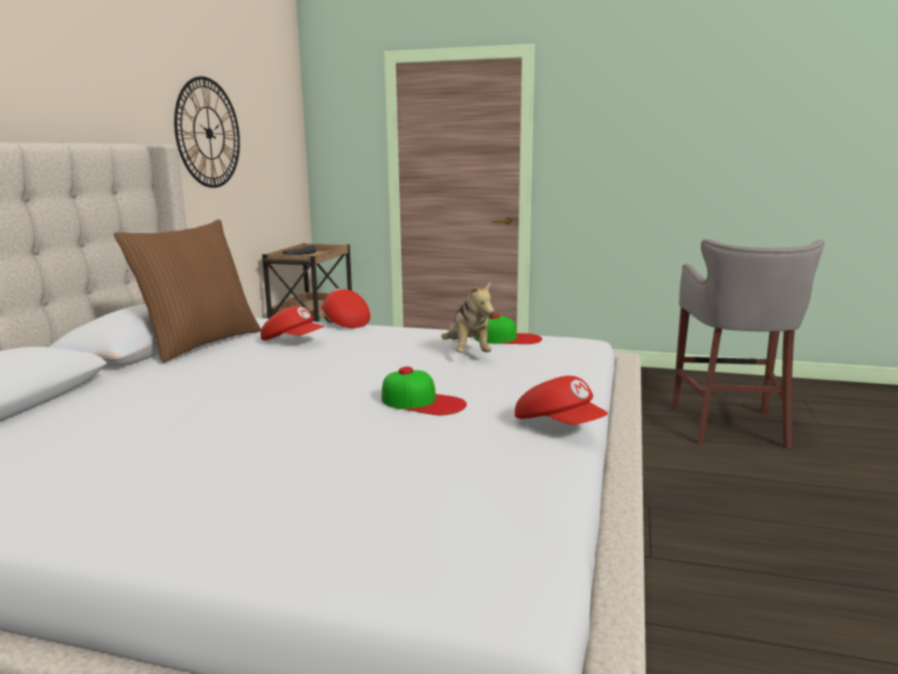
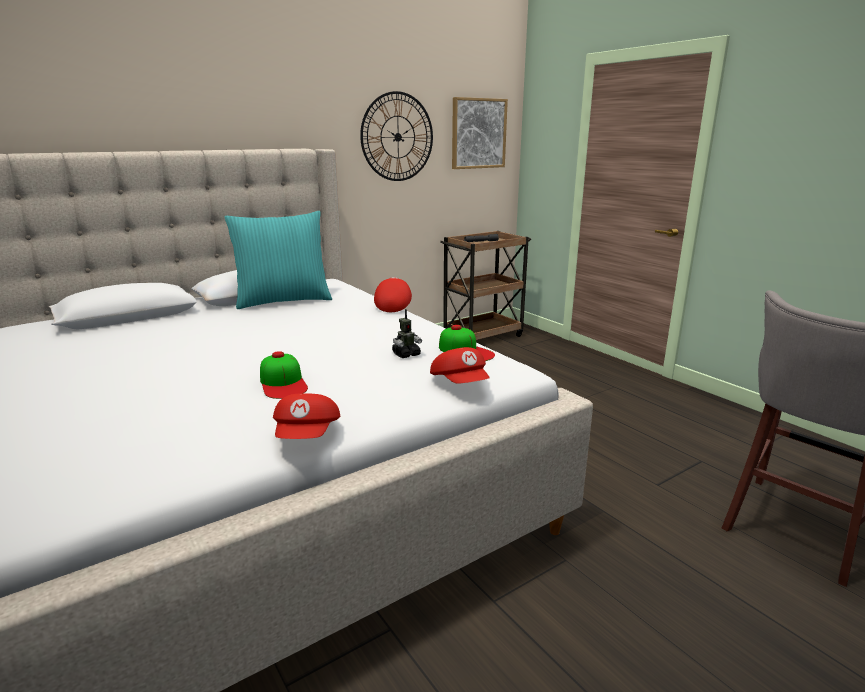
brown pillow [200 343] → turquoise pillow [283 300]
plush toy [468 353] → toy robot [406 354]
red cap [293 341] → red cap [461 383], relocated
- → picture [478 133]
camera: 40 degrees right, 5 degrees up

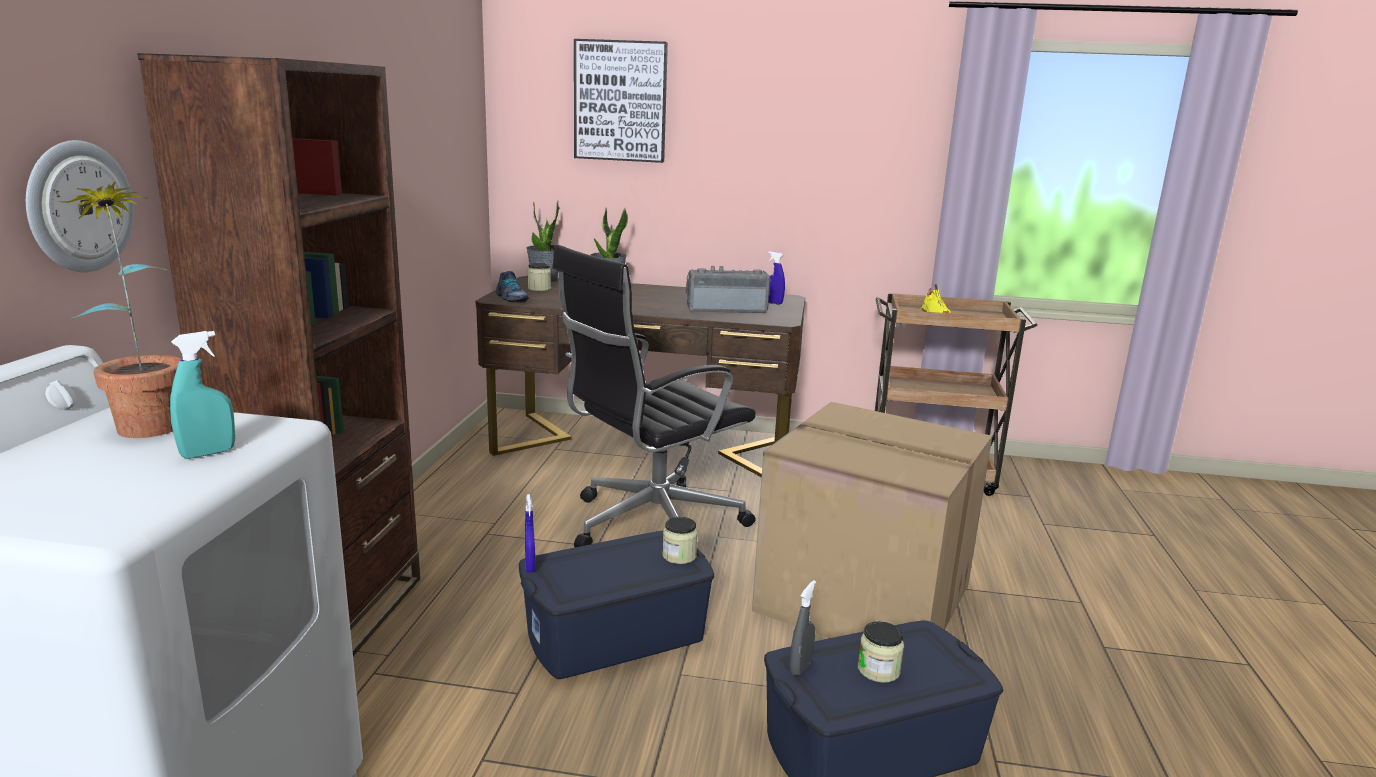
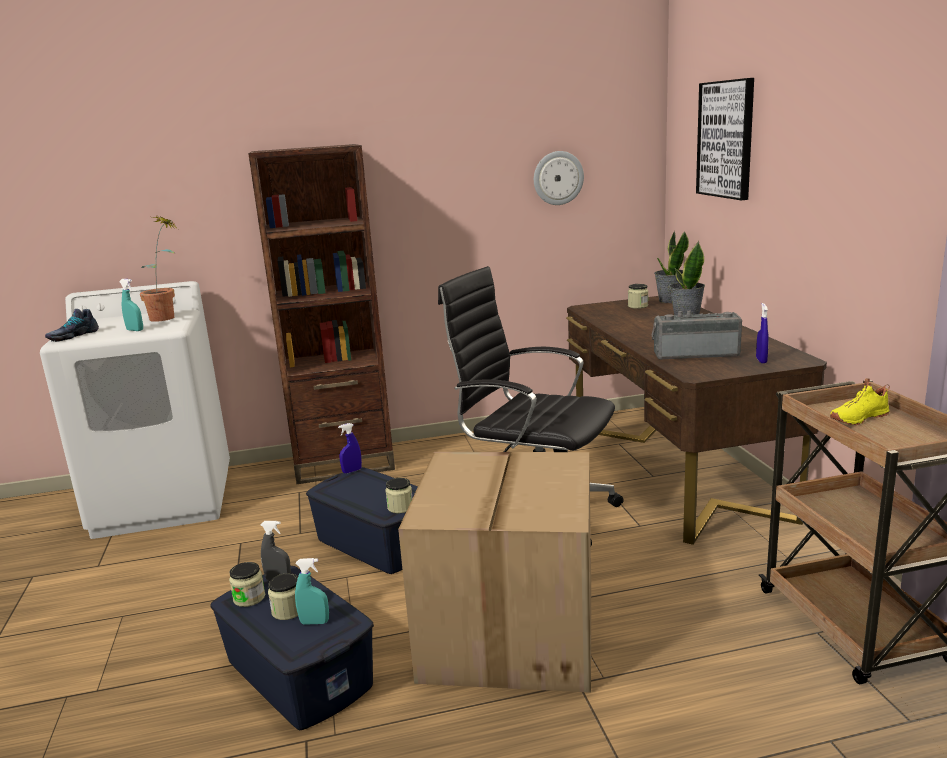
wall clock [79 207] → wall clock [558 178], relocated
radio [726 309] → radio [695 354], 60 degrees counterclockwise
shoe [511 298] → shoe [72 336], relocated
- → turquoise spray bottle [314 622]
- → jar [249 598]
camera: 70 degrees right, 0 degrees up

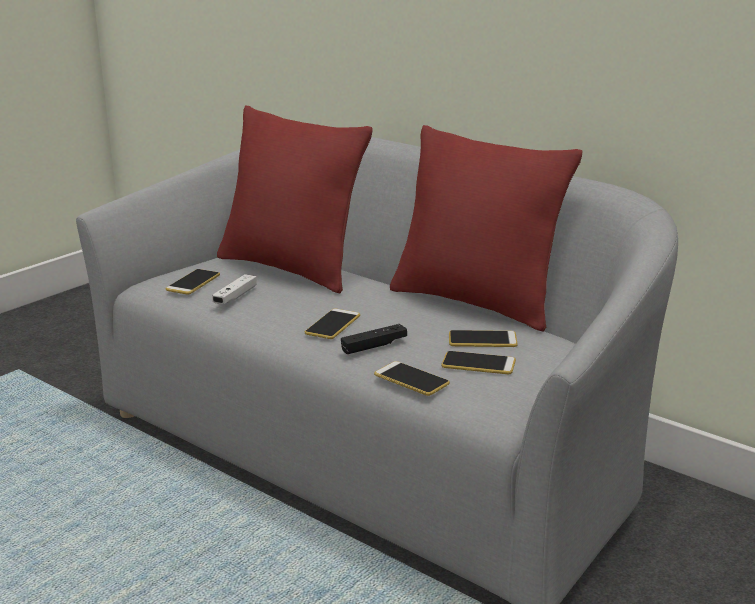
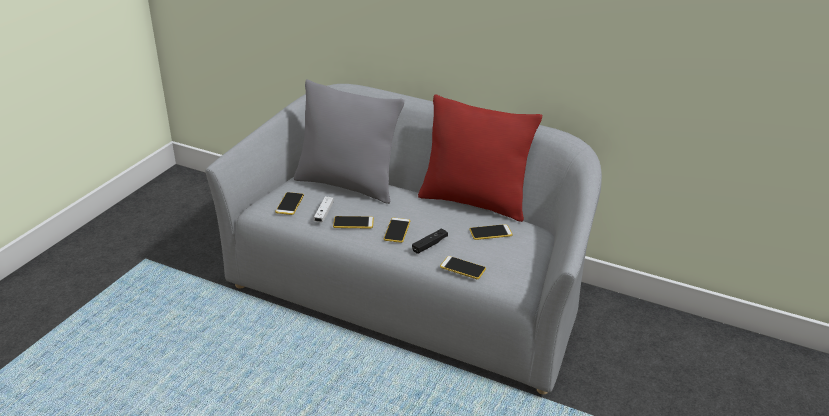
red pillow [291 268] → grey pillow [347 185]
phone [478 364] → phone [353 223], relocated
camera: 15 degrees left, 10 degrees up

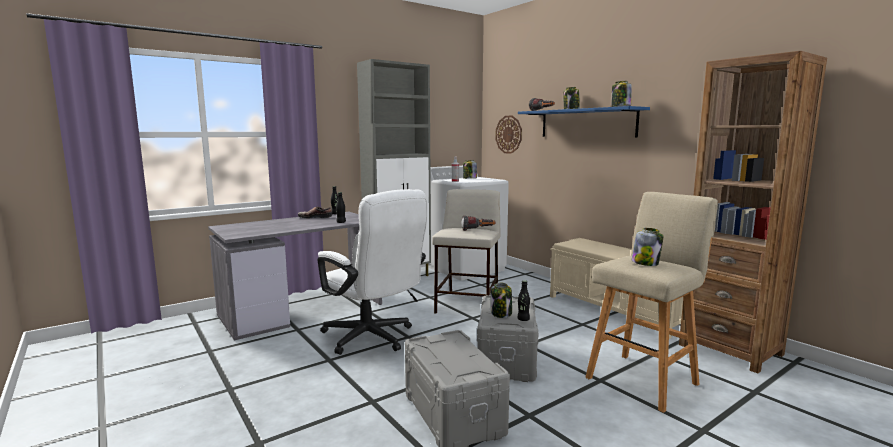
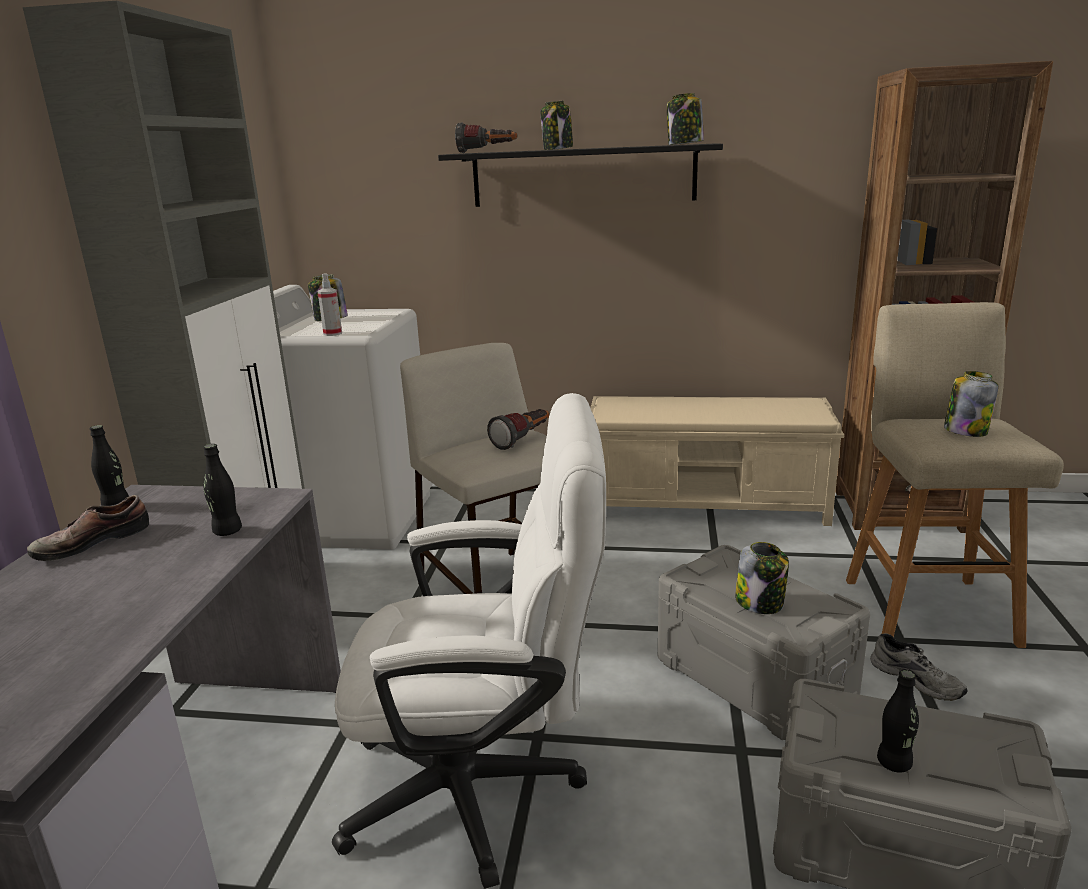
blue shelf [586 123] → black shelf [583 176]
wall clock [508 134] → -
black bottle [523 319] → black bottle [894 763], relocated
- → grey shoe [917 679]
camera: 45 degrees left, 10 degrees up

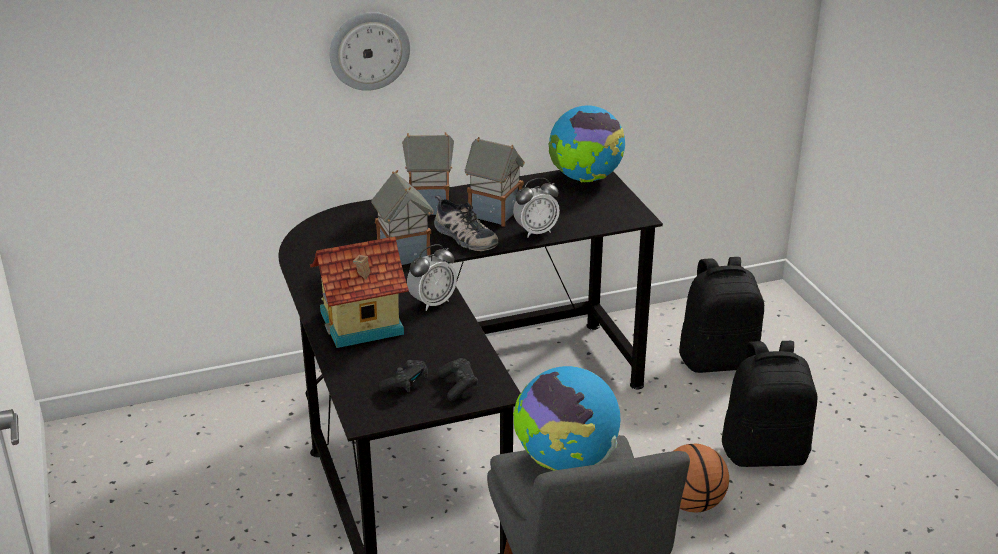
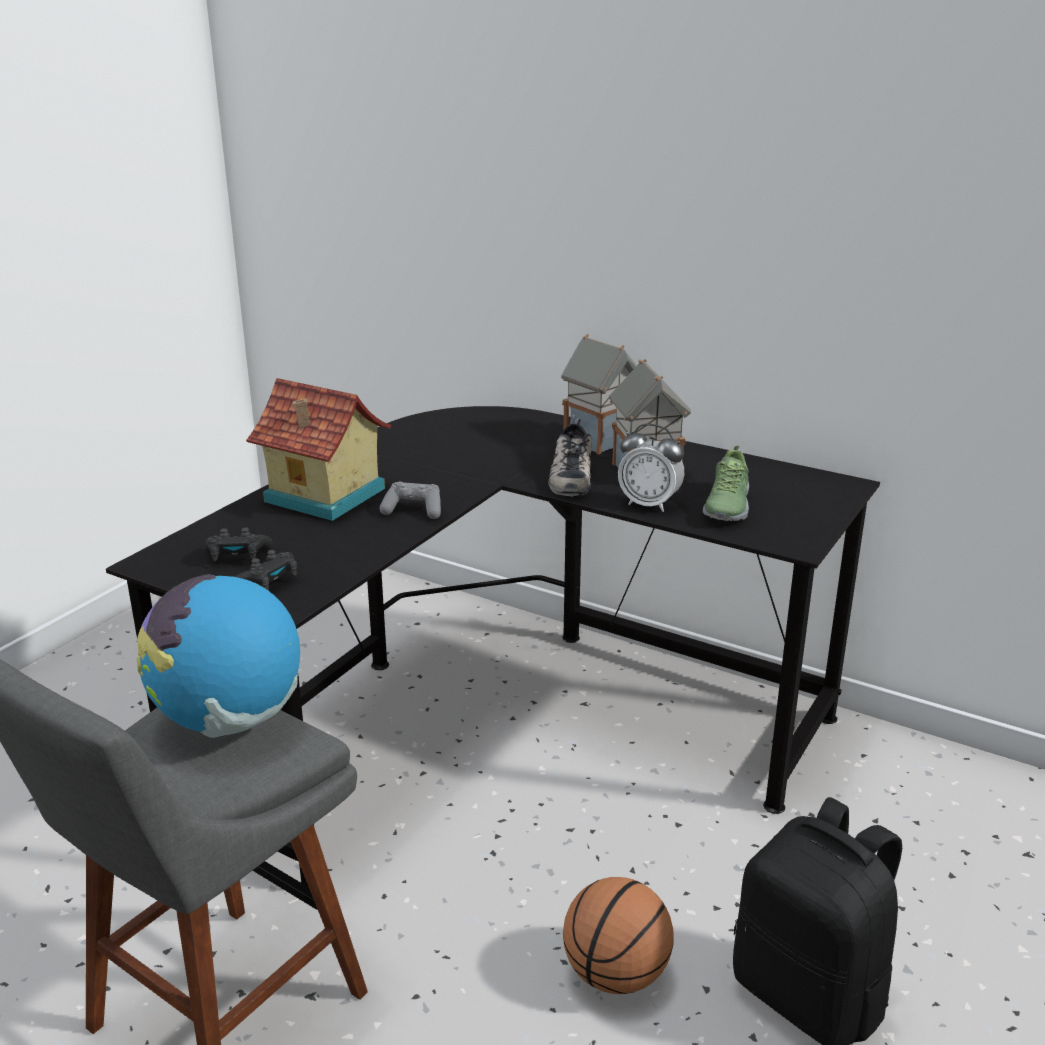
wall clock [369 50] → -
globe [585 178] → -
toy house [404 255] → -
alarm clock [432 302] → grey game controller [413 510]
black backpack [718 360] → -
- → shoe [726 506]
camera: 50 degrees right, 5 degrees down

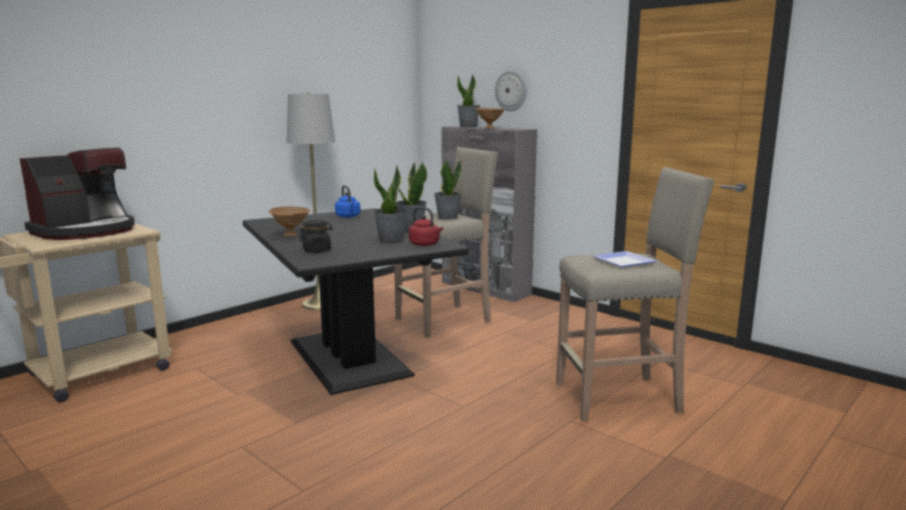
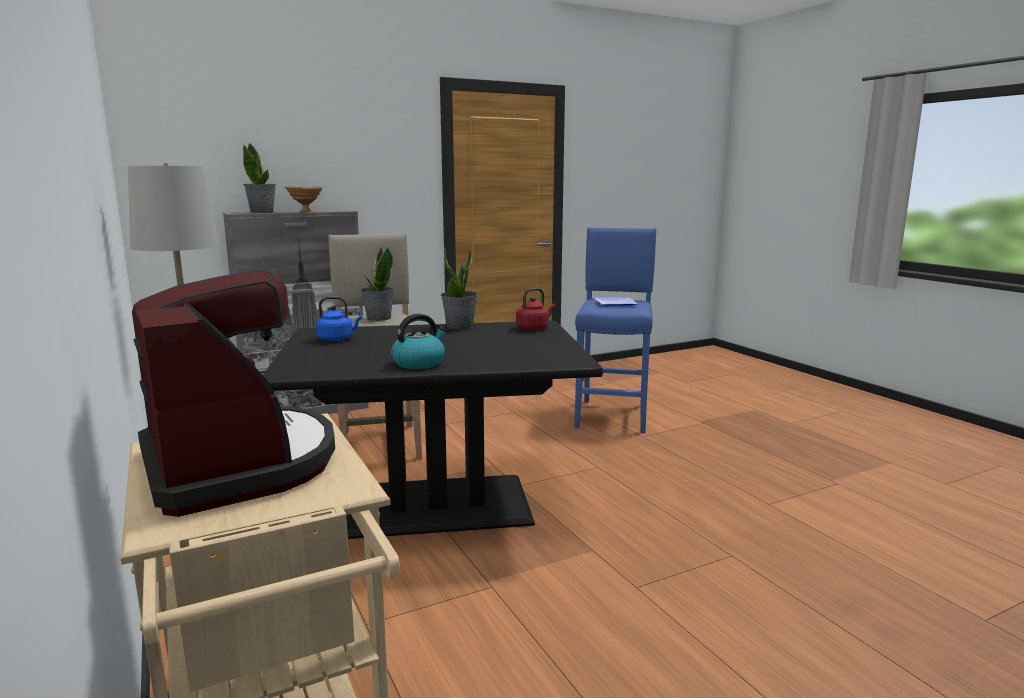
wall clock [511 90] → -
potted plant [391 240] → -
beige stool [620 398] → blue stool [612 415]
brown bowl [291 235] → kettle [419 363]
black jar [317 250] → -
camera: 70 degrees left, 0 degrees up

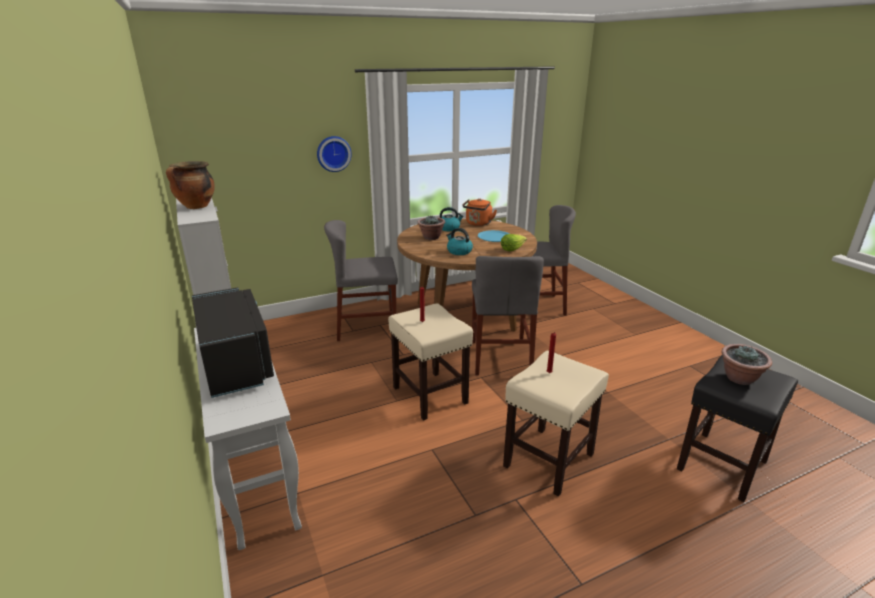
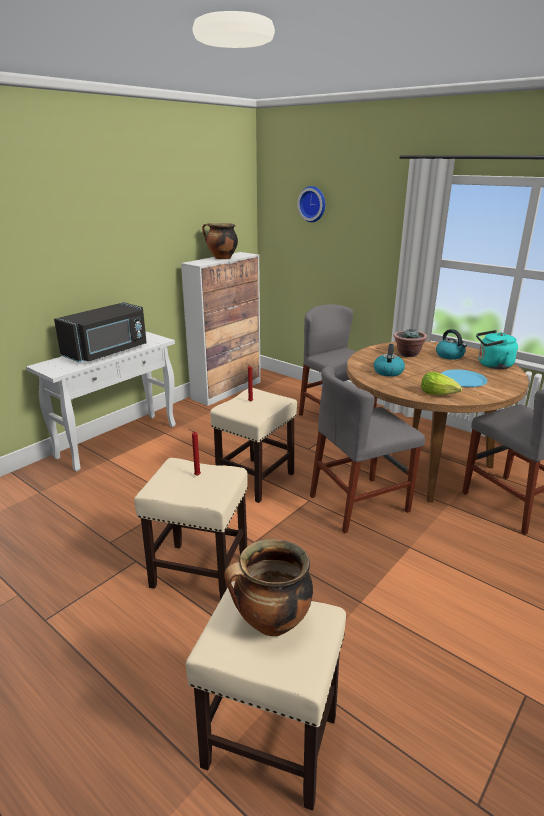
wall clock [333 153] → wall clock [313 204], relocated
orange kettle [478 224] → turquoise kettle [492 365]
potted plant [740 378] → cooking pot [271 623]
black stool [721 465] → beige stool [268 741]
camera: 65 degrees right, 0 degrees up

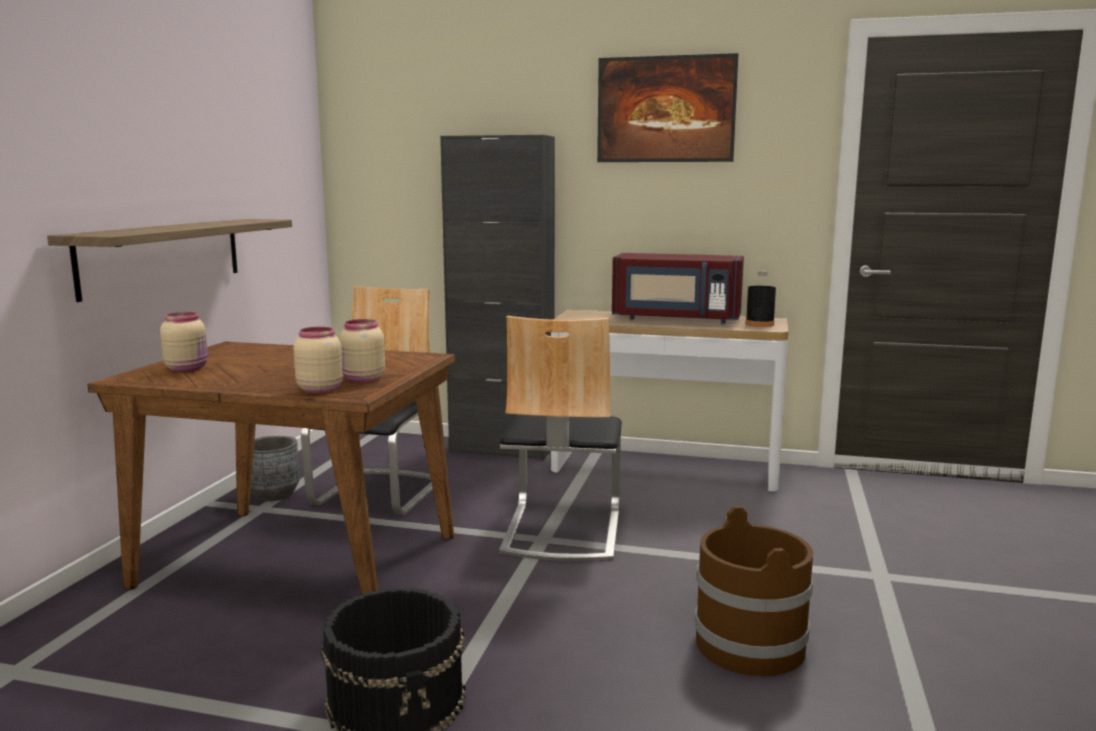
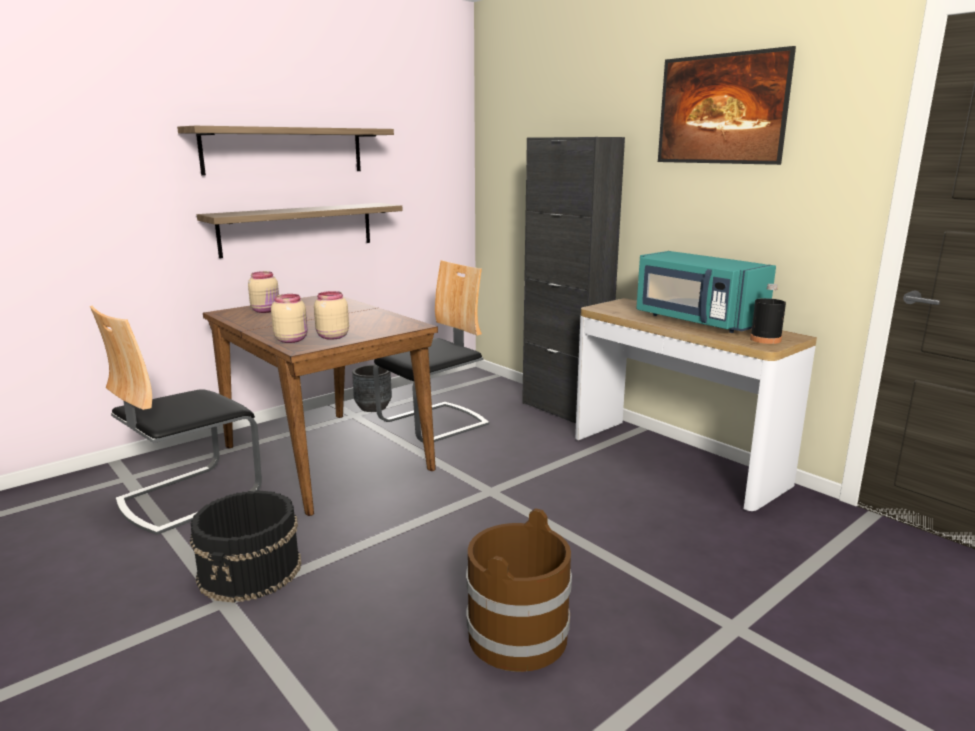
red microwave [676 319] → turquoise microwave [696 321]
chair [561 530] → chair [188 496], relocated
- → shelf [284 150]
camera: 35 degrees right, 5 degrees up

